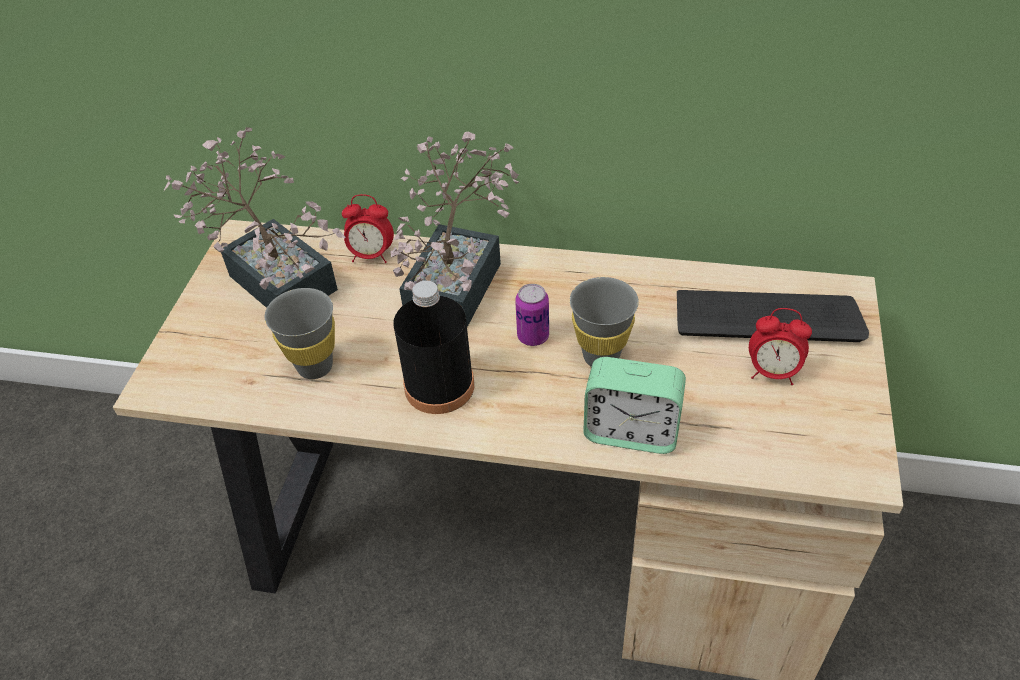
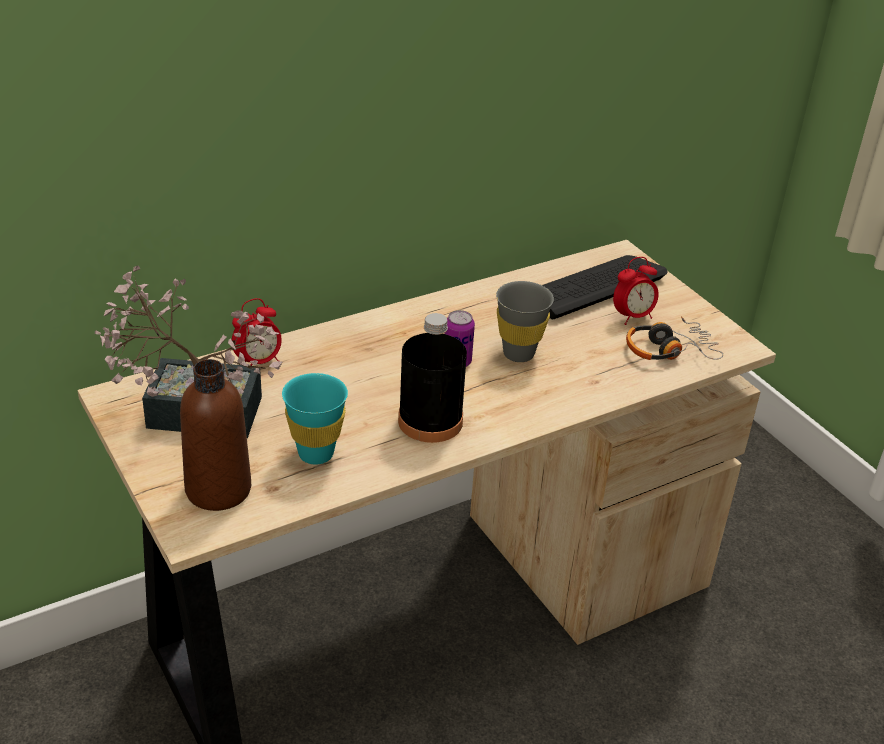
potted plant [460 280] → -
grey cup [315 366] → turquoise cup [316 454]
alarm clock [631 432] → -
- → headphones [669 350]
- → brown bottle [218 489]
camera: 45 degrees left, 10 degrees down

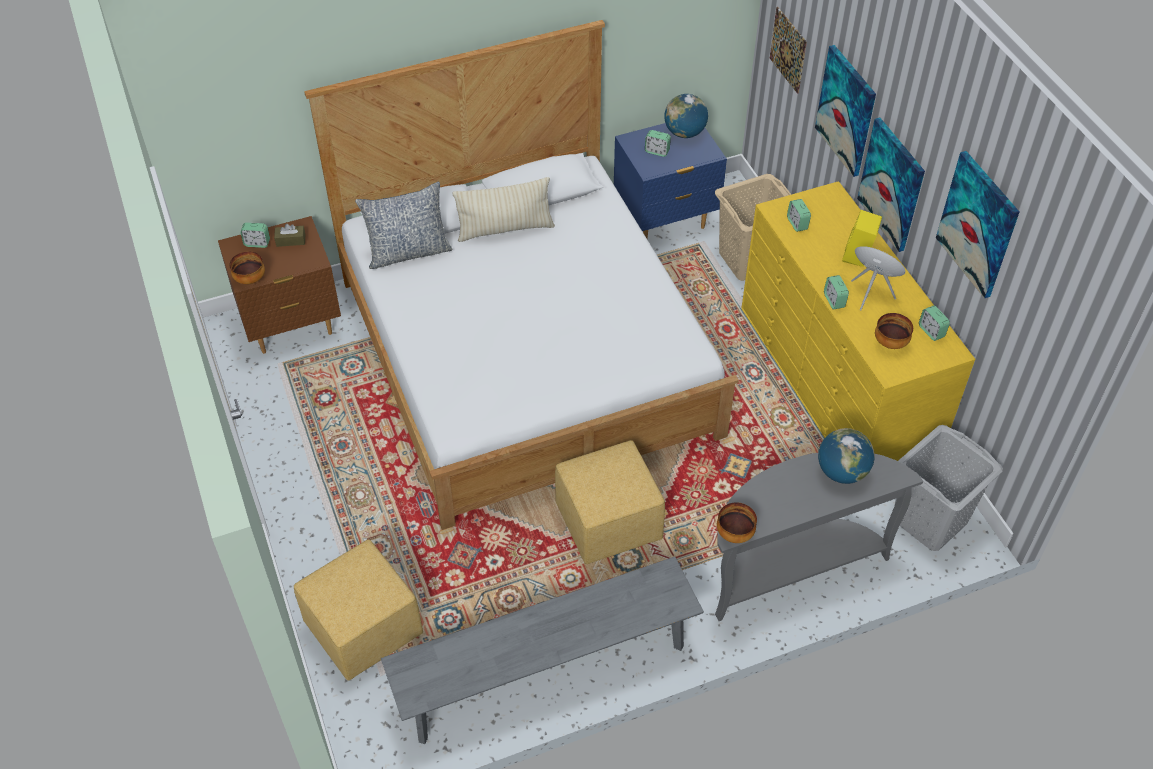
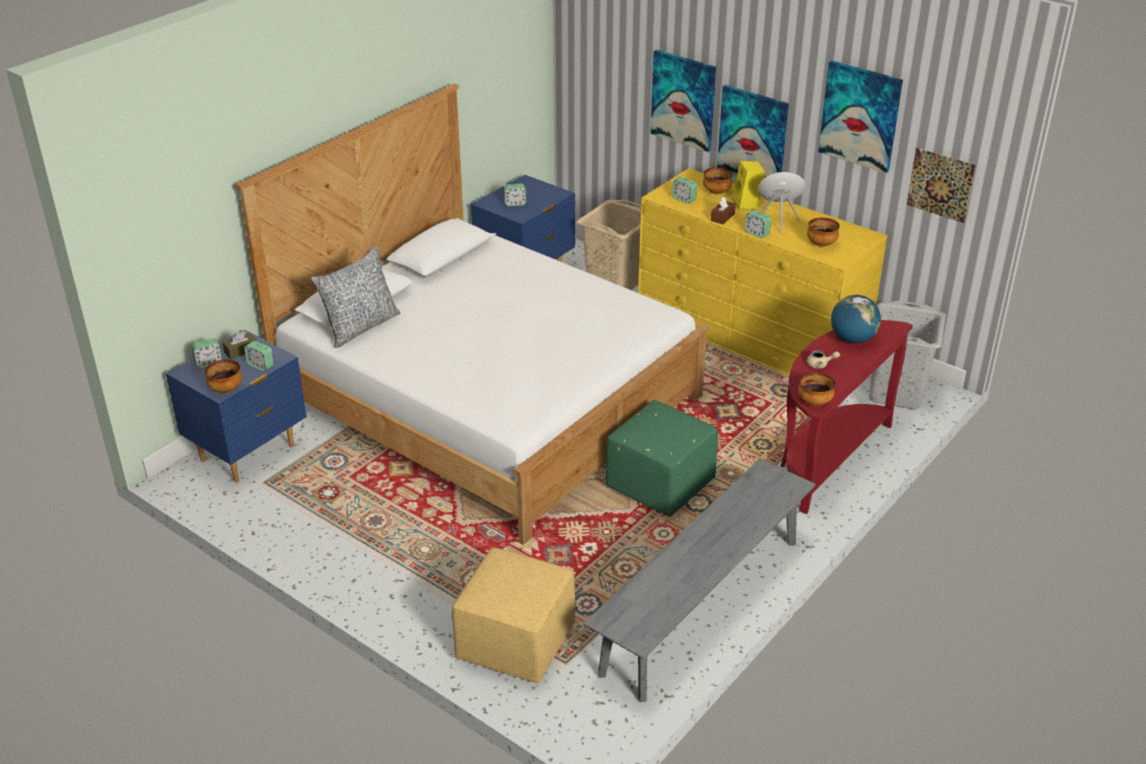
picture [788 50] → picture [940 185], relocated
globe [684 133] → -
beige pillow [505 229] → -
brown nightstand [291 326] → blue nightstand [248 454]
alarm clock [931 331] → alarm clock [260 365], relocated
yellow ottoman [608 522] → green ottoman [659 485]
grey console table [792 567] → red console table [827 458]
- → bowl [717 192]
- → brown tissue box [722 217]
- → beige teapot [820 364]
camera: 30 degrees left, 15 degrees down

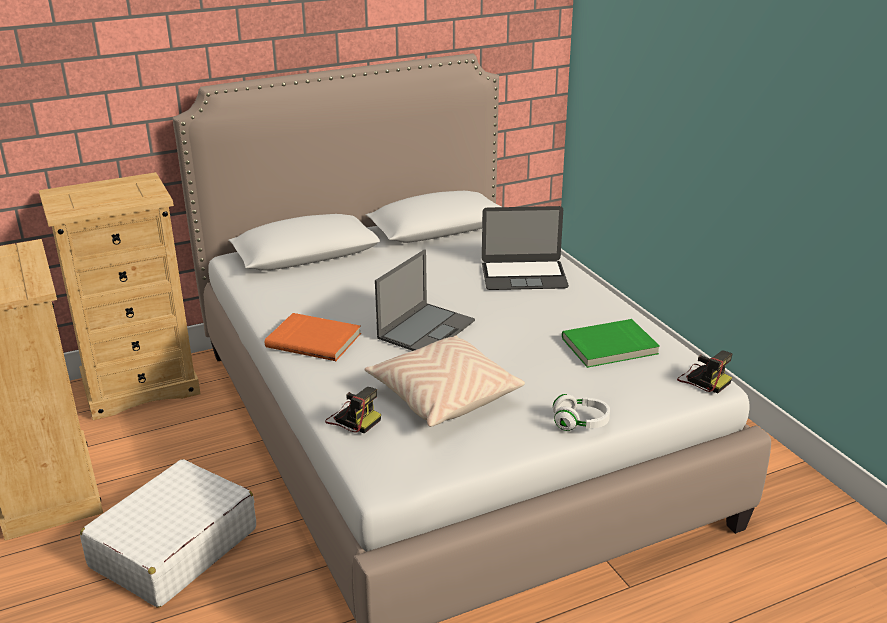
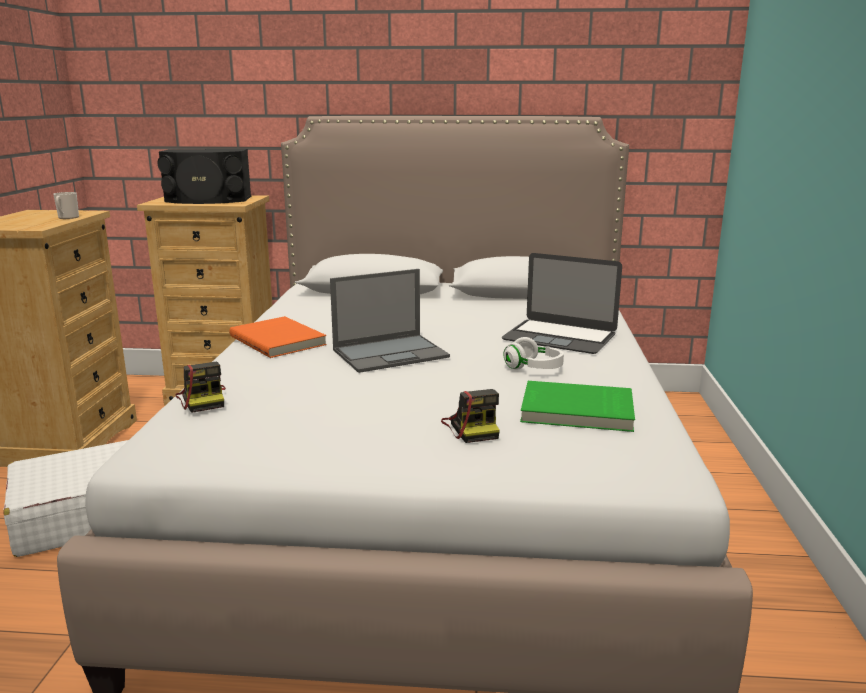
beige pillow [443 396] → -
photo camera [703 380] → photo camera [472 428], relocated
white headphones [580 423] → white headphones [534 368], relocated
- → black speaker [207 200]
- → mug [67 218]
camera: 30 degrees right, 10 degrees down

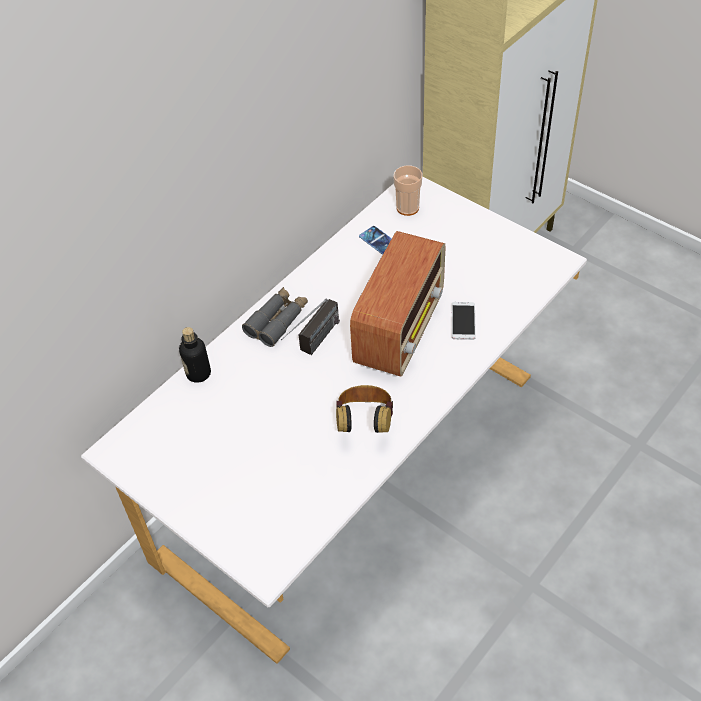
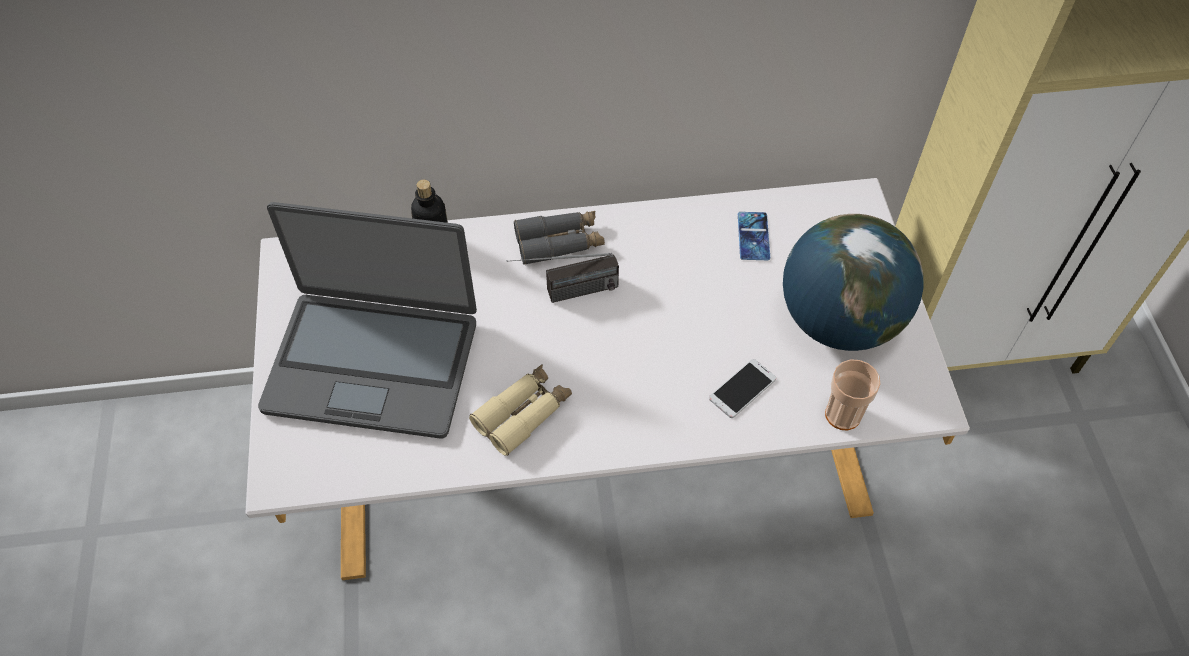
cup [407 208] → cup [843 414], relocated
radio [400 329] → -
headphones [365 422] → beige binoculars [523 413]
- → laptop [373 362]
- → globe [839 322]
camera: 40 degrees right, 5 degrees up

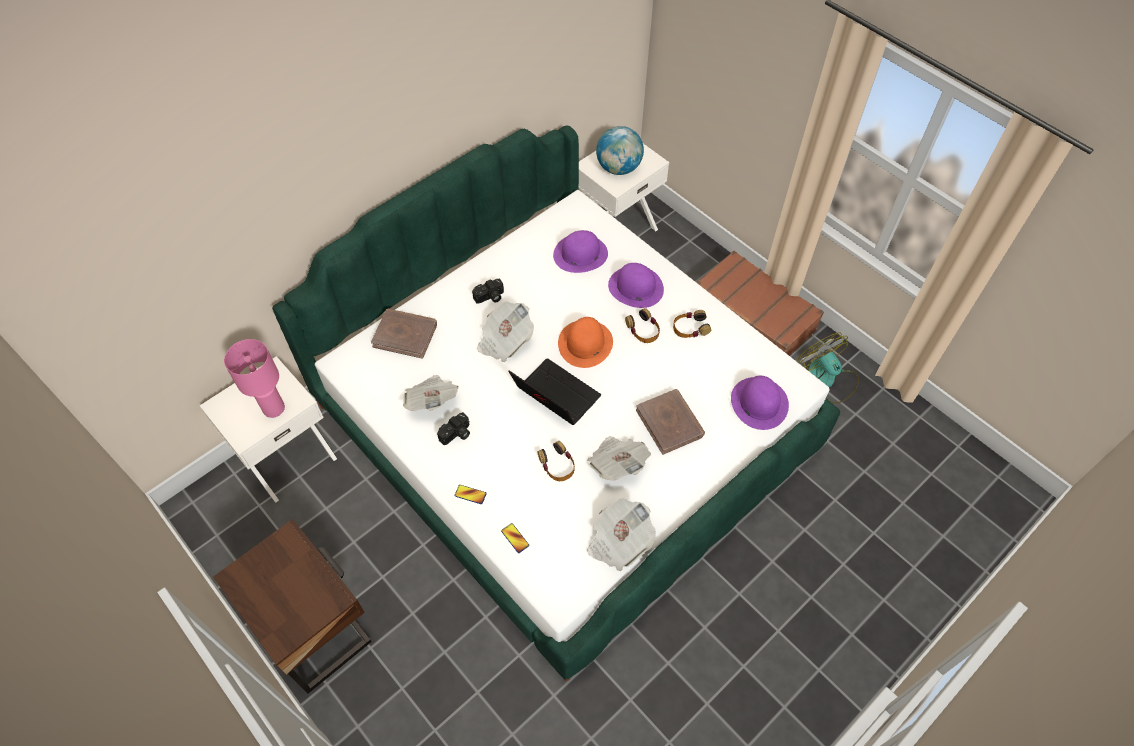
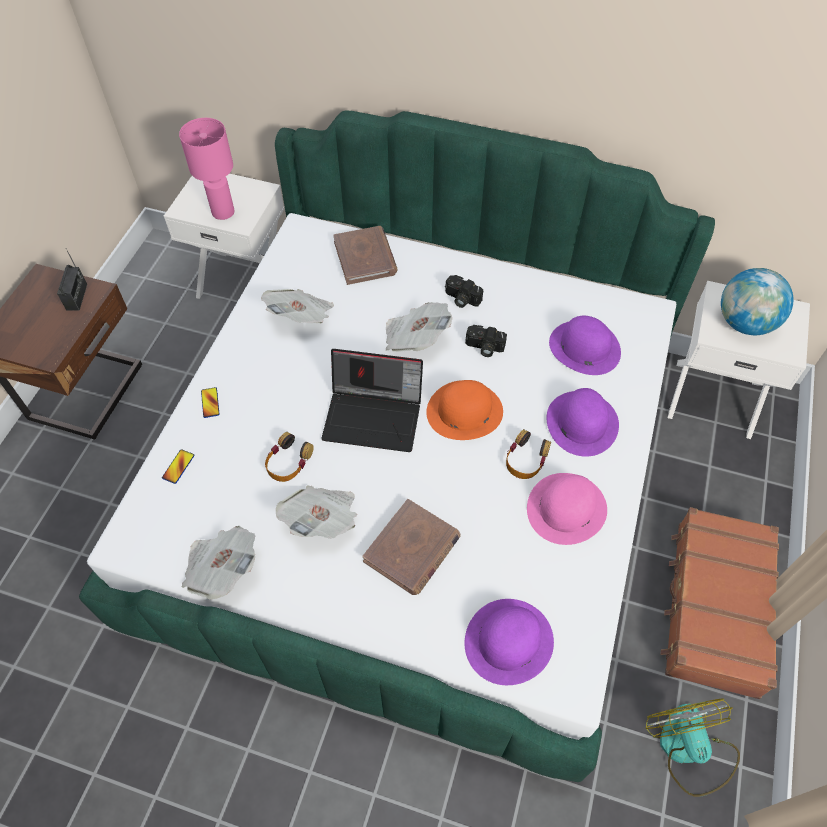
headphones [690 328] → pink hat [566 508]
fan [826 380] → fan [688 749], 45 degrees counterclockwise
laptop [554 396] → laptop [374 416], 90 degrees clockwise
photo camera [456 435] → photo camera [484 348], relocated
- → radio [77 297]
camera: 60 degrees right, 0 degrees up

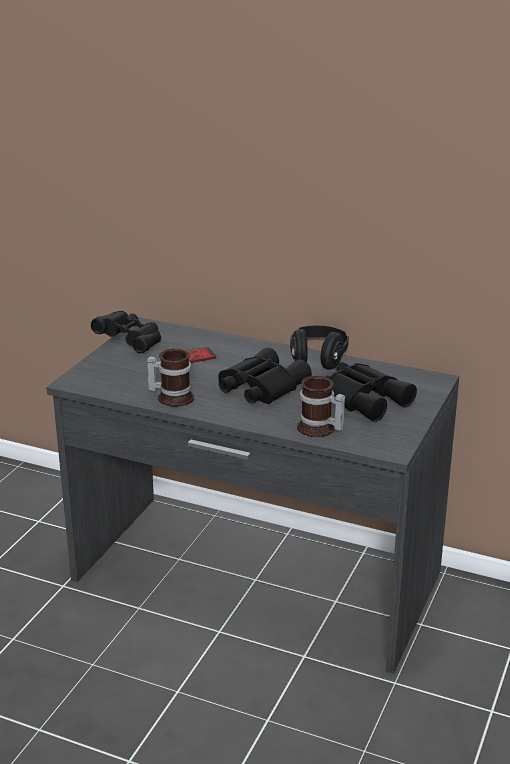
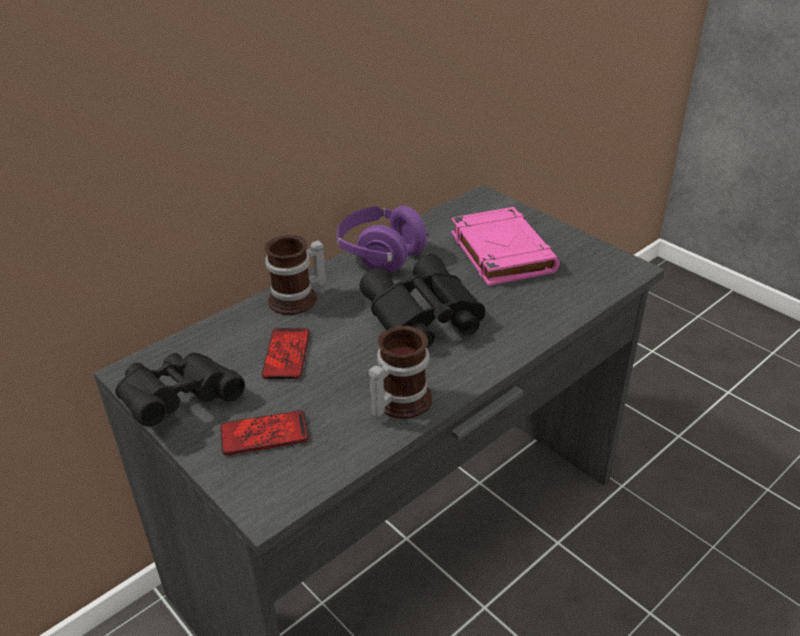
black headphones [318 360] → purple headphones [380 255]
black binoculars [364 399] → pink book [501 252]
mug [318 429] → mug [298 299], relocated
- → phone [264 434]
camera: 65 degrees left, 10 degrees up

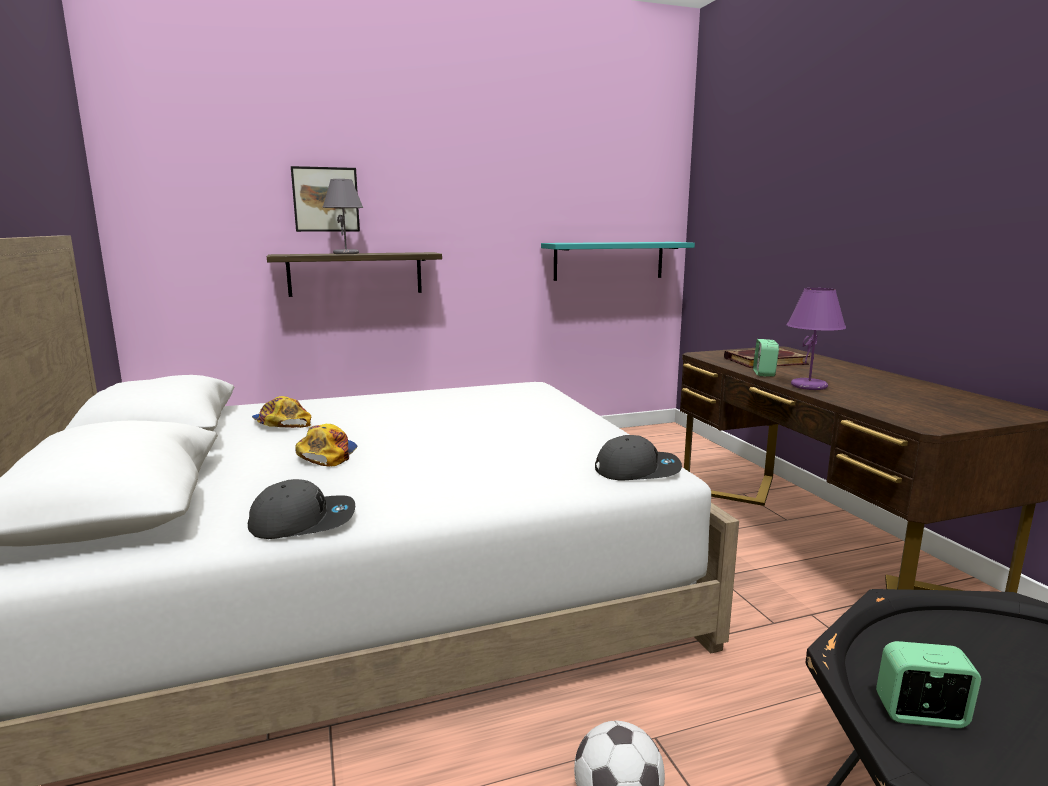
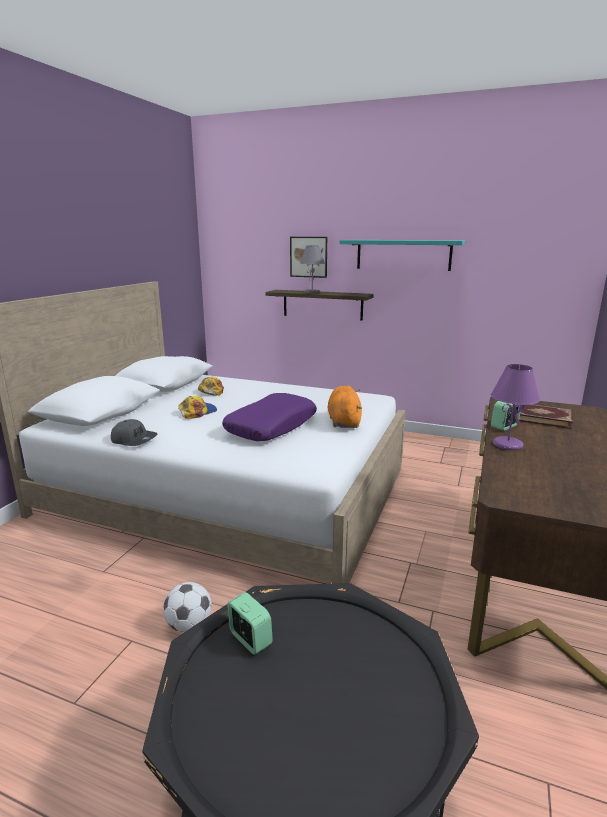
turquoise shelf [609 260] → turquoise shelf [403 255], relocated
grey cap [637 470] → -
- → orange plush toy [344 422]
- → purple pillow [271 426]
camera: 40 degrees right, 5 degrees up

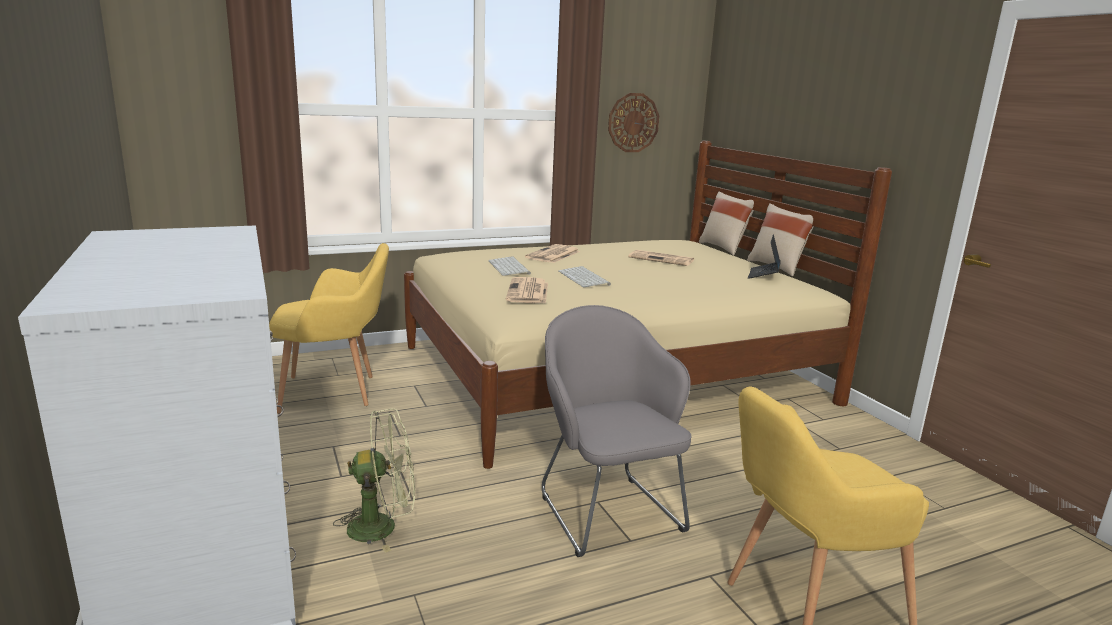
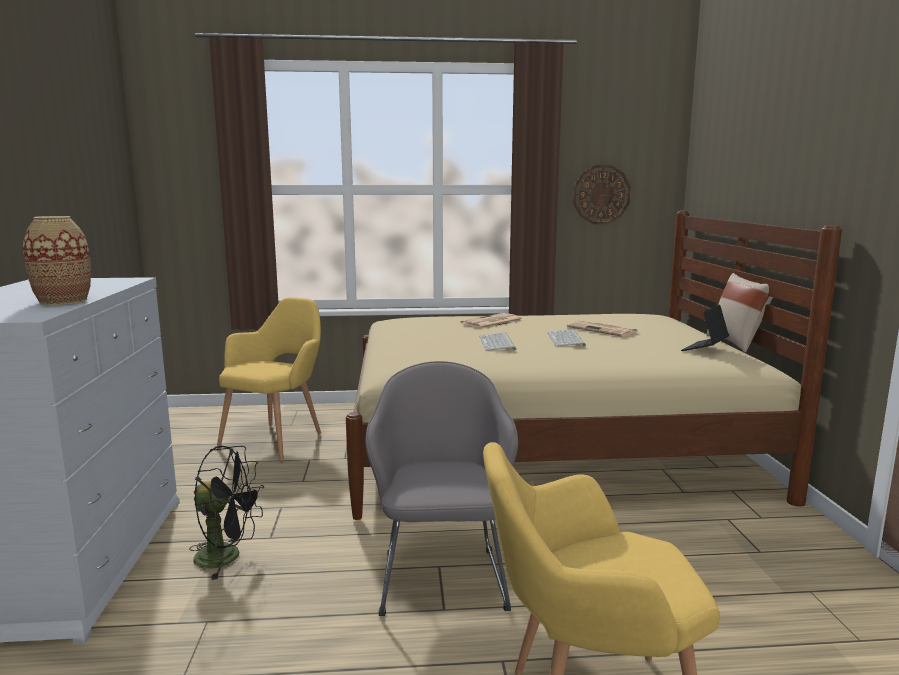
beige pillow [724 248] → -
yellow armchair [336 393] → yellow armchair [278 439], 75 degrees counterclockwise
keyboard [510 267] → keyboard [567 339], relocated
newspaper [528 292] → -
green fan [383 526] → black fan [228 557]
- → vase [63 301]
camera: 20 degrees right, 5 degrees down

